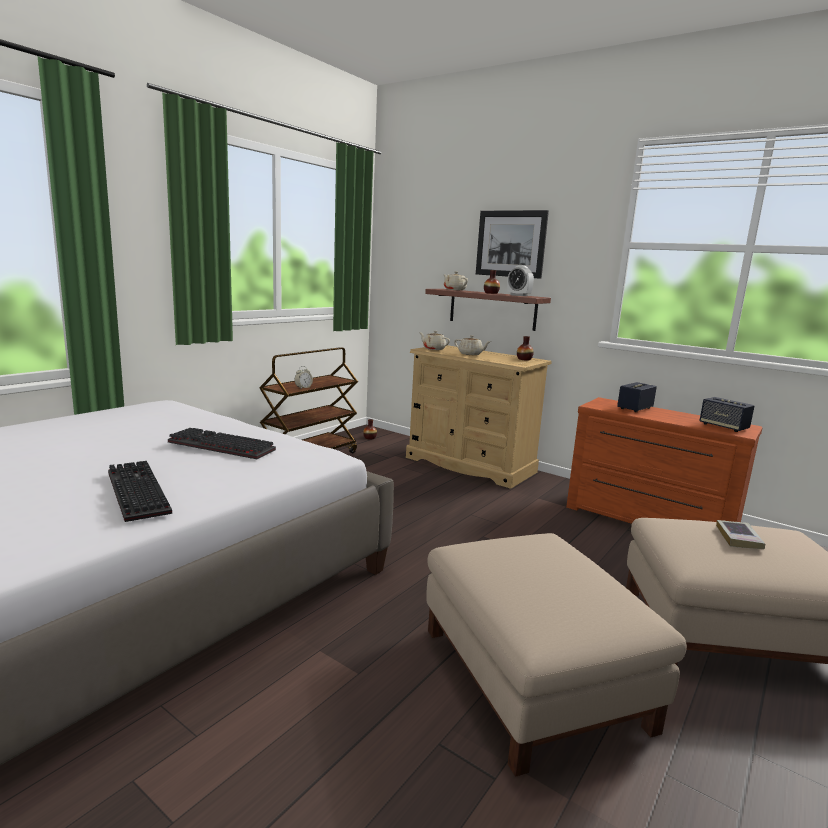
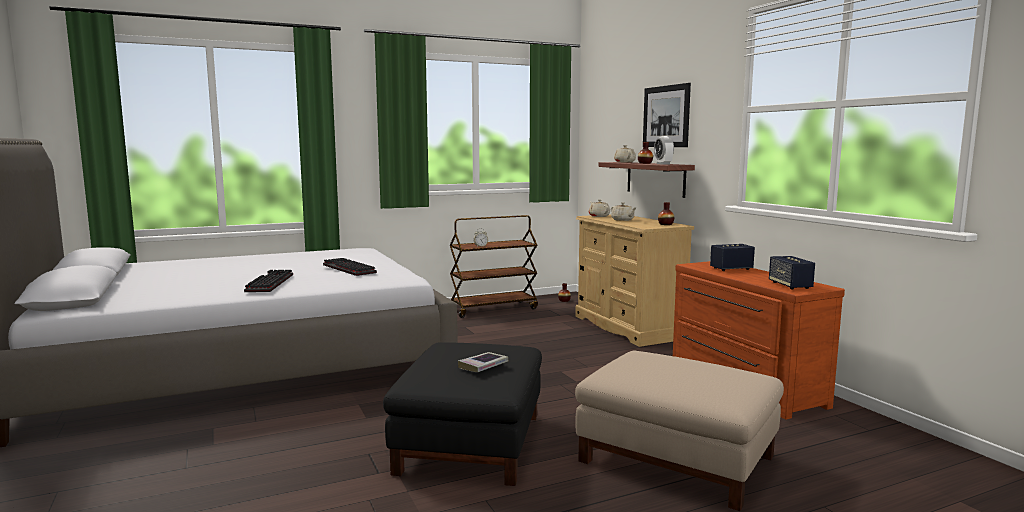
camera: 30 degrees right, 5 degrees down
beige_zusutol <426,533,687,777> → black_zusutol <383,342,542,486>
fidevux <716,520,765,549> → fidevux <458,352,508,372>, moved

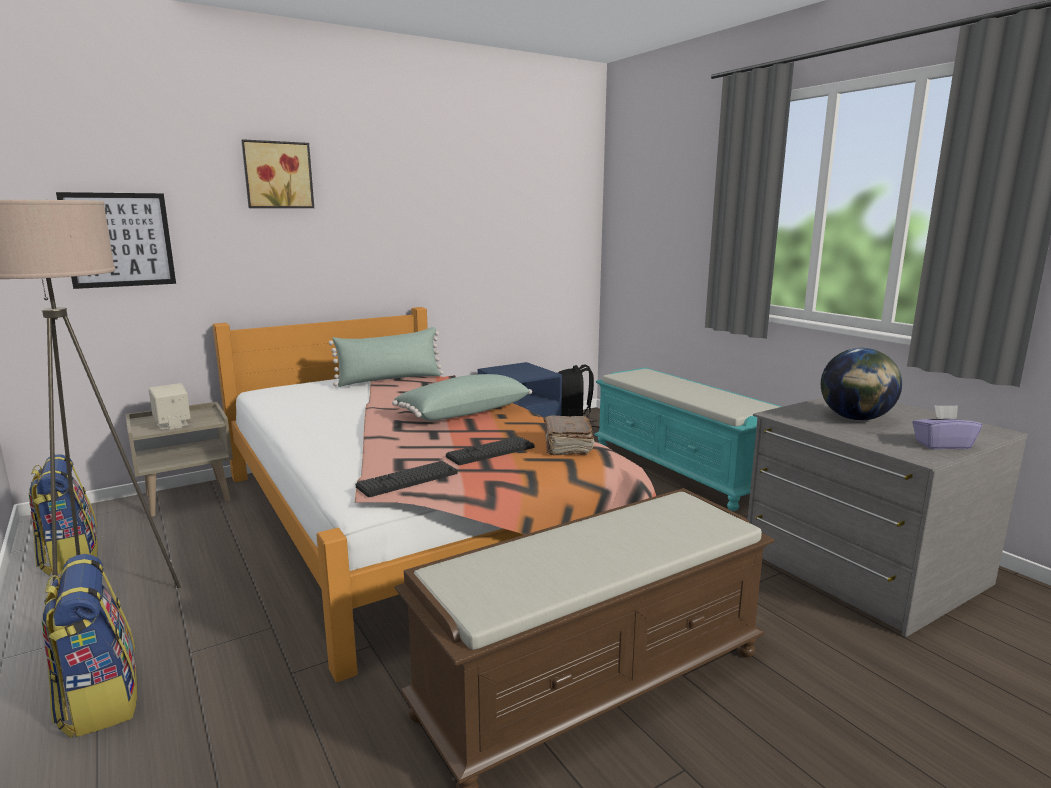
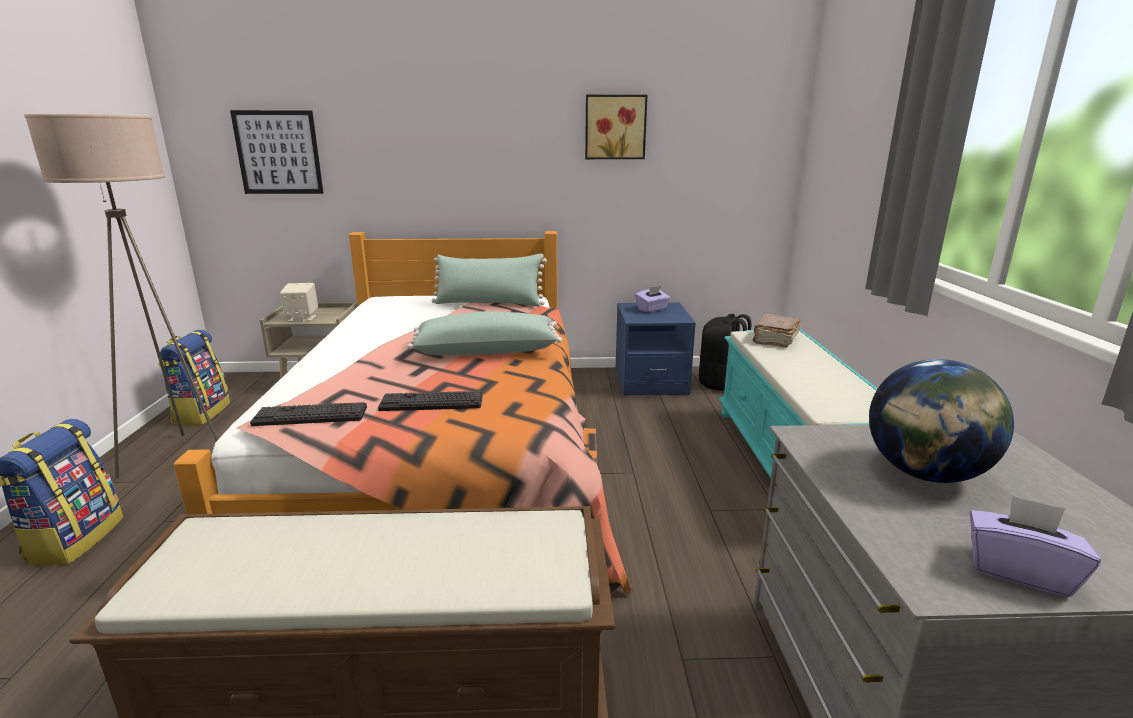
camera: 30 degrees right, 5 degrees up
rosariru <241,139,314,208> → rosariru <585,95,647,159>, moved
brown_fidevux <544,415,595,455> → brown_fidevux <752,314,801,348>, moved
- → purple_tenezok <635,286,670,313>

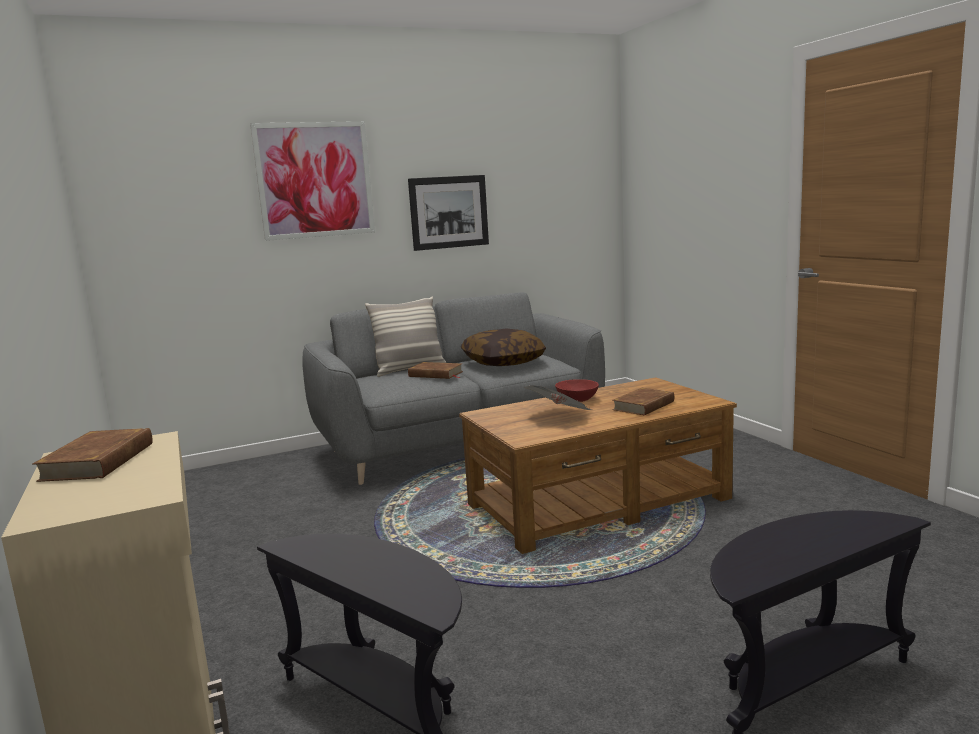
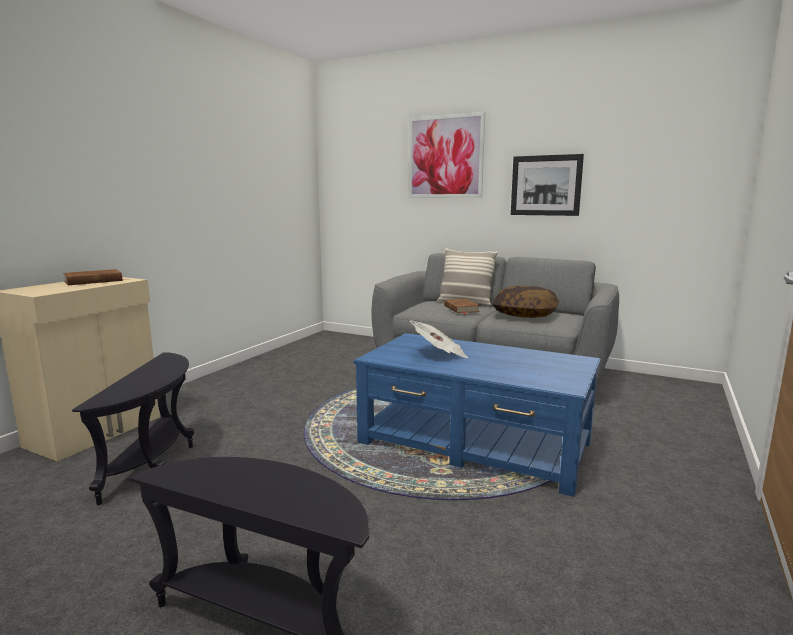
camera: 50 degrees right, 0 degrees up
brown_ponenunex <459,377,737,554> → blue_ponenunex <354,333,601,497>
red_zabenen <555,379,599,402> → -
brown_fidevux <612,388,674,415> → -

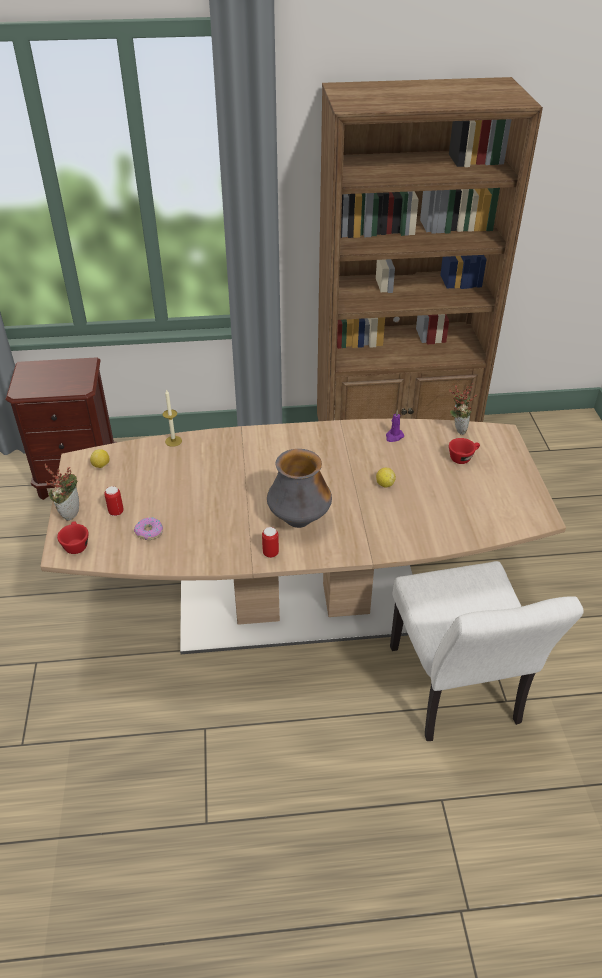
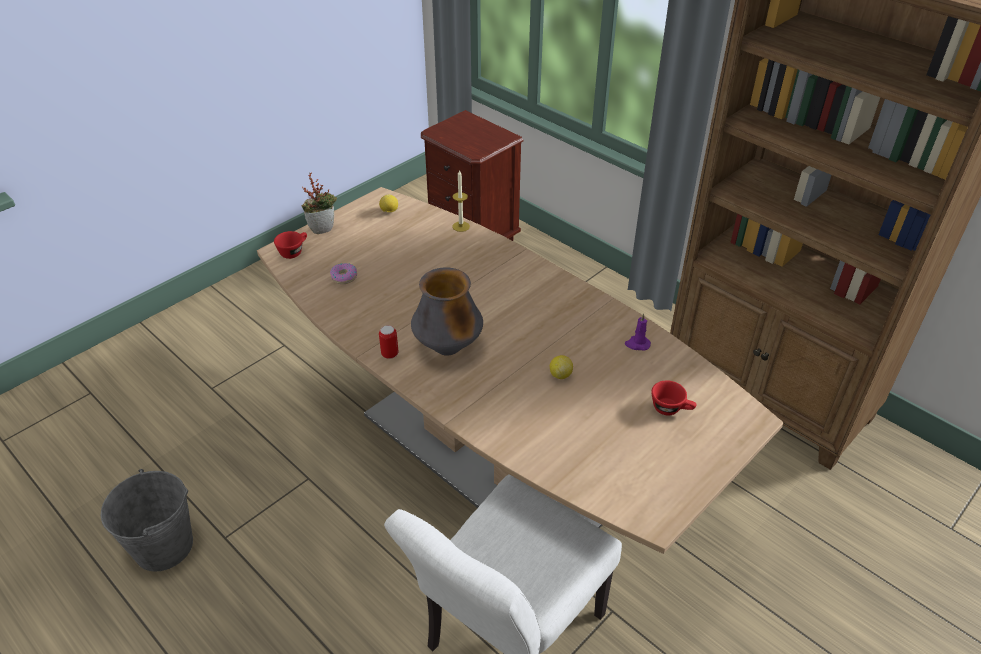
camera: 50 degrees right, 0 degrees up
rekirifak <104,486,124,516> → -
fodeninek <449,383,477,435> → -
- → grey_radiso <101,469,193,572>

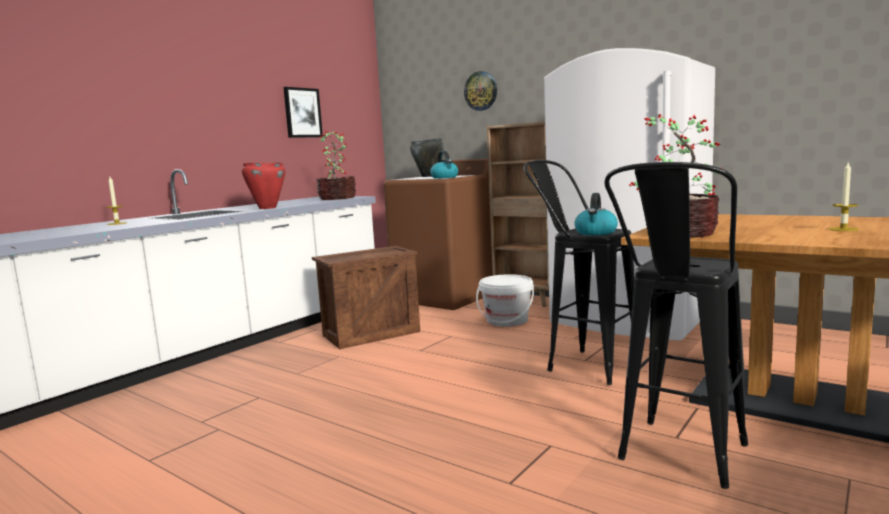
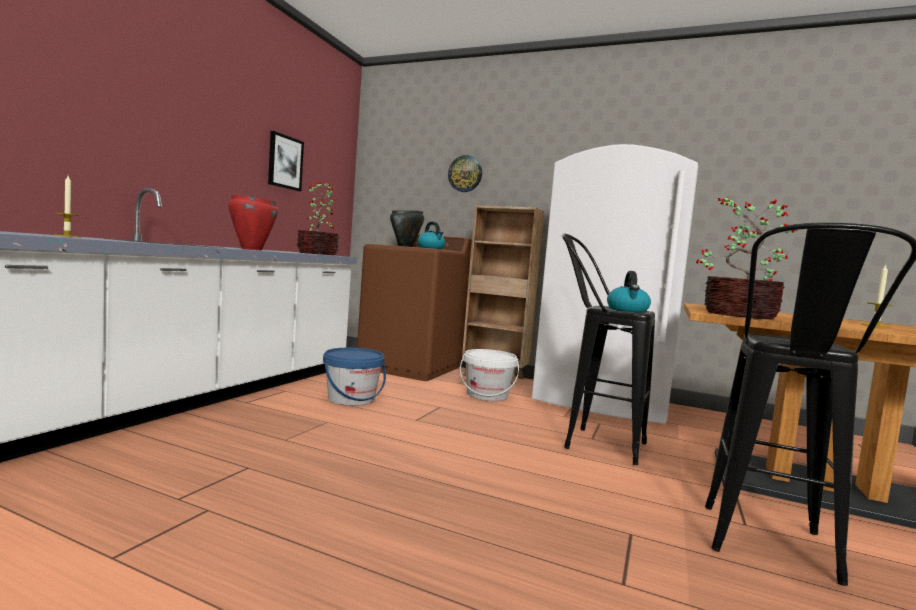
camera: 15 degrees left, 5 degrees down
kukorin <312,246,420,349> → blue_radiso <323,348,386,406>

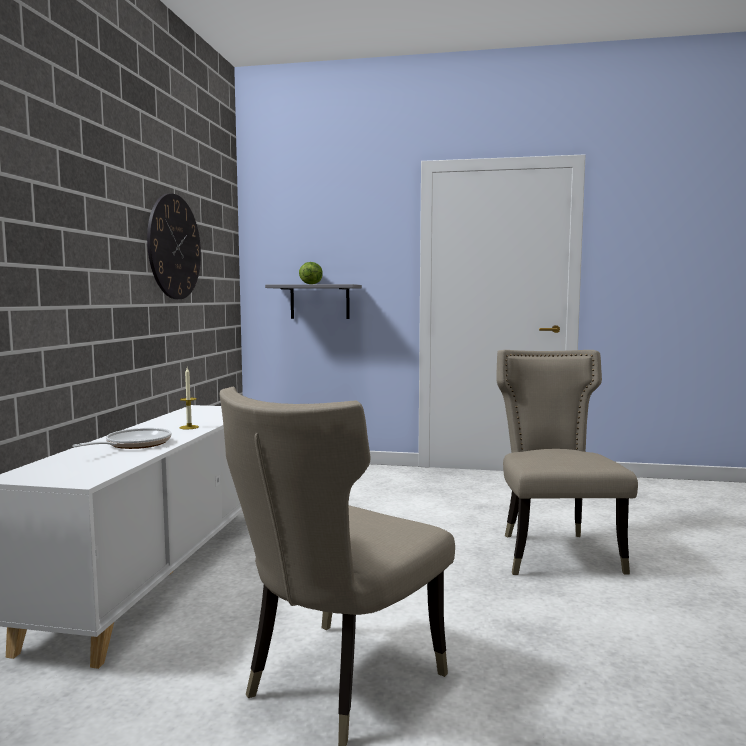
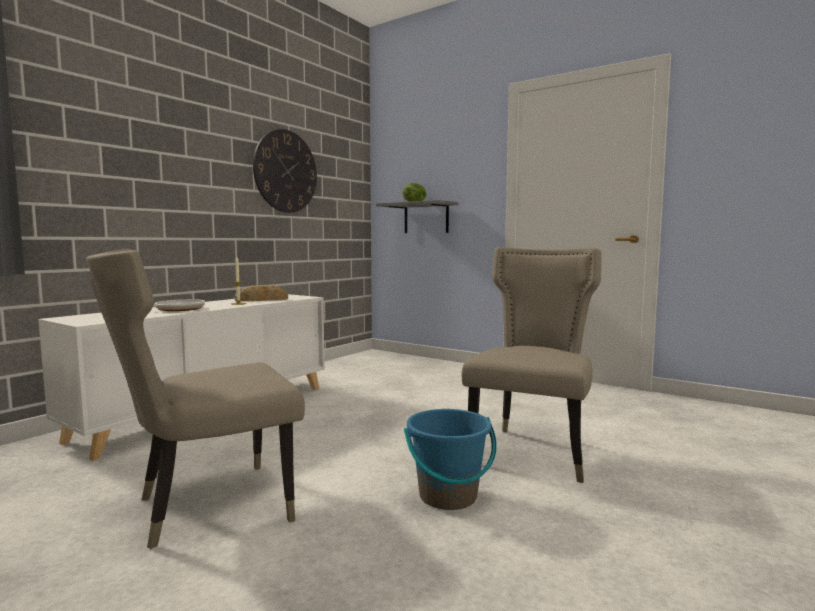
camera: 25 degrees right, 0 degrees up
- → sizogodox <235,285,288,301>
- → blue_radiso <404,409,497,510>

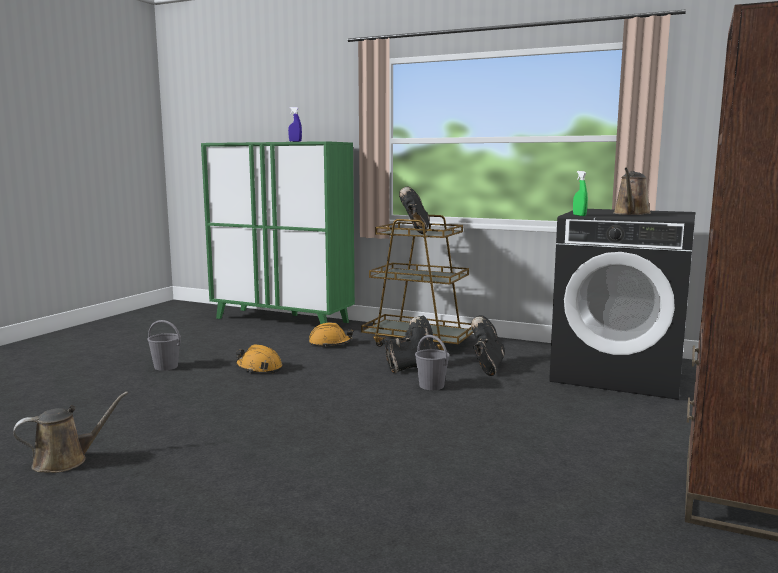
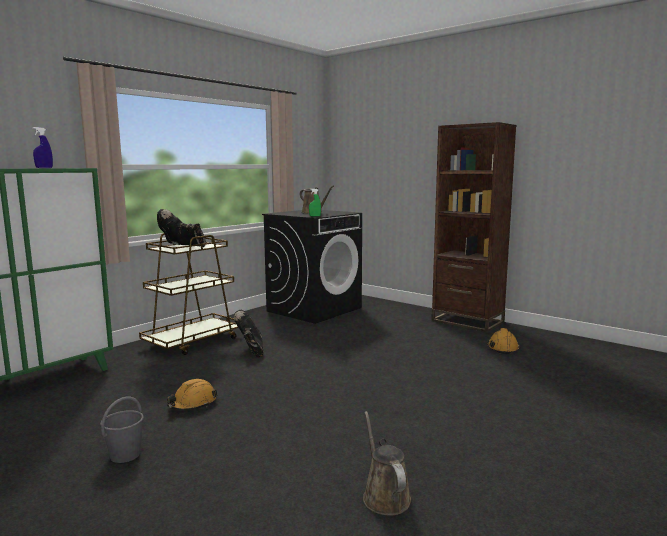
camera: 75 degrees left, 0 degrees up
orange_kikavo <309,323,353,347> → orange_kikavo <487,328,520,354>, moved
grey_radiso <415,335,449,390> → -
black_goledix <471,315,505,376> → -

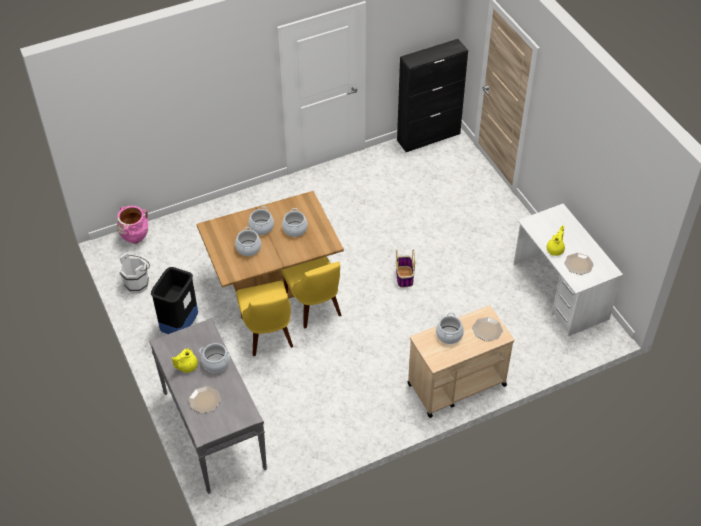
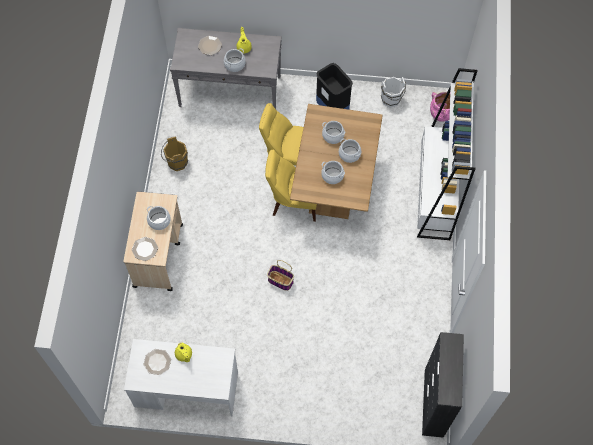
camera: 120 degrees right, 15 degrees up
- → brown_radiso <161,136,188,171>
- → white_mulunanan <417,68,477,240>

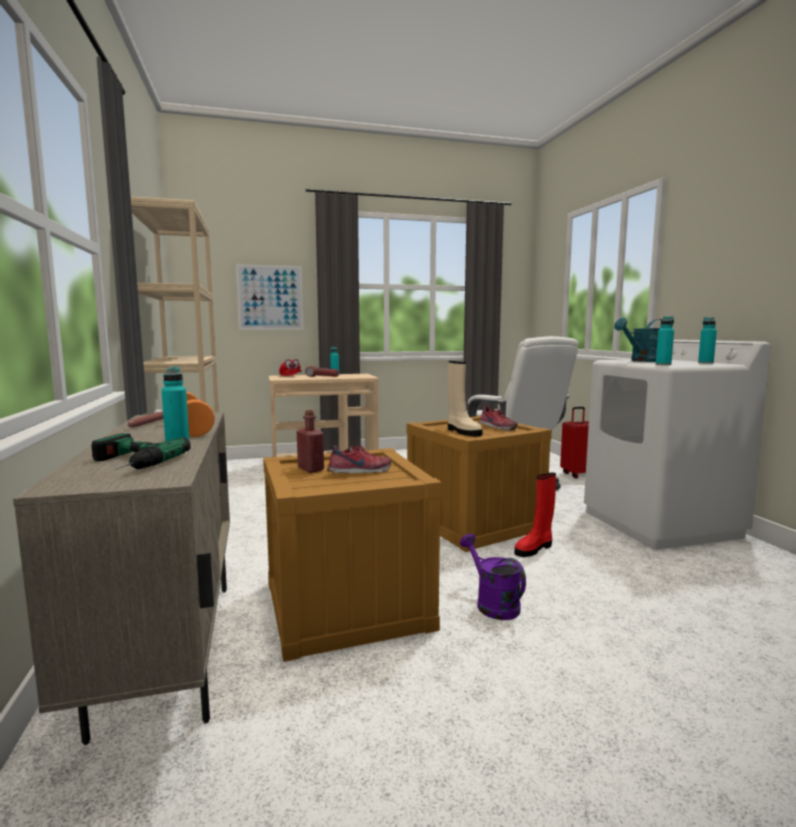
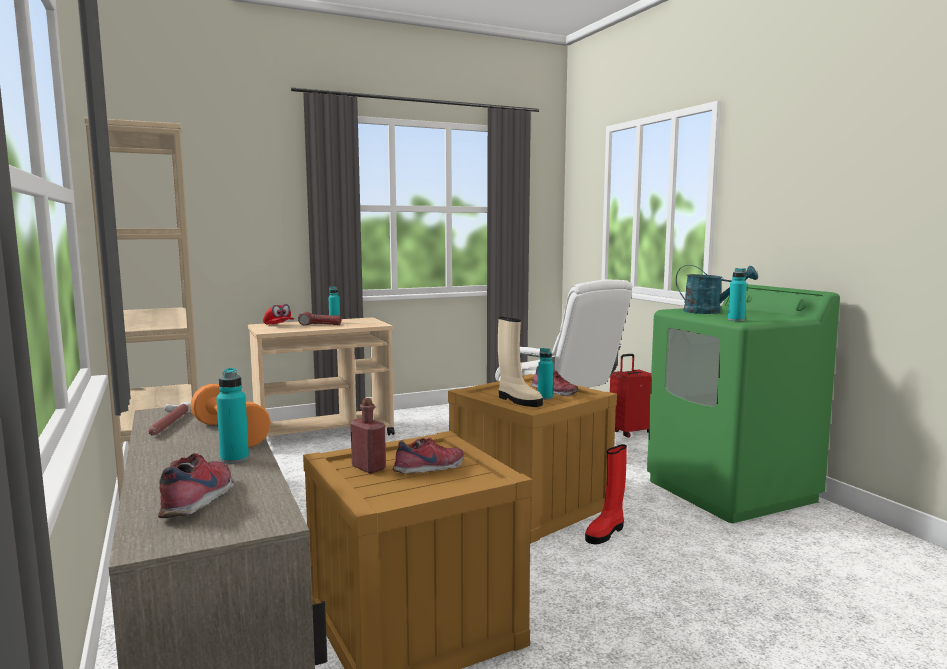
camera: 10 degrees left, 0 degrees up
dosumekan <91,433,191,470> → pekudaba <158,453,234,518>
rosariru <236,264,303,330> → -
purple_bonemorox <460,534,526,620> → -
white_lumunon <584,340,771,550> → green_lumunon <647,284,840,523>
turquoise_bonemorox <614,318,663,362> → turquoise_bonemorox <676,265,758,314>, 120 degrees counterclockwise
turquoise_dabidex <698,317,717,364> → turquoise_dabidex <538,348,554,400>, moved

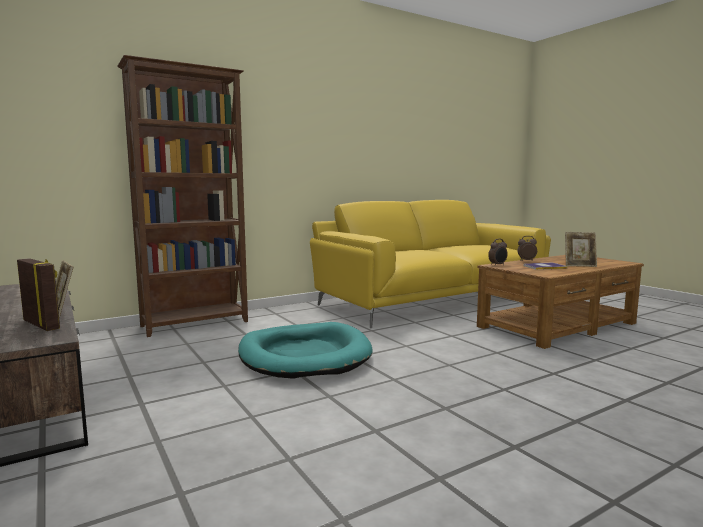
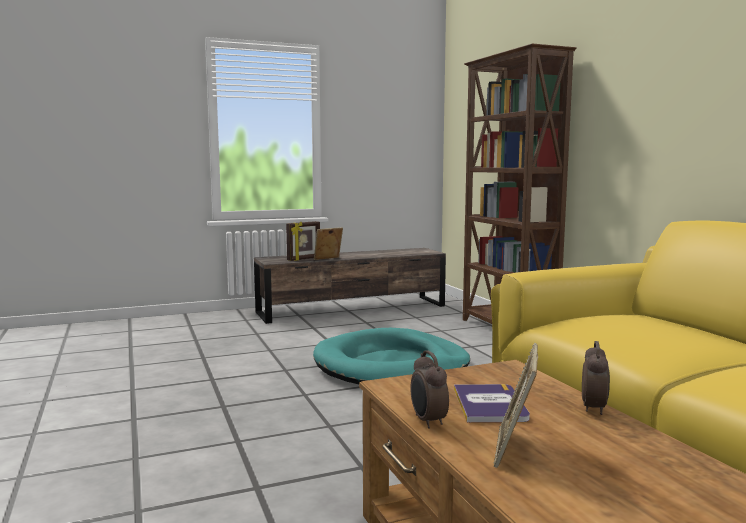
camera: 100 degrees right, 0 degrees up
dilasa <488,239,508,266> → dilasa <410,350,449,429>, moved

